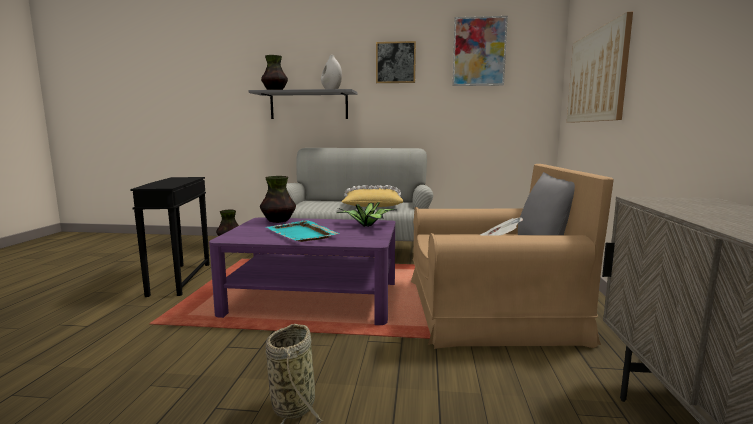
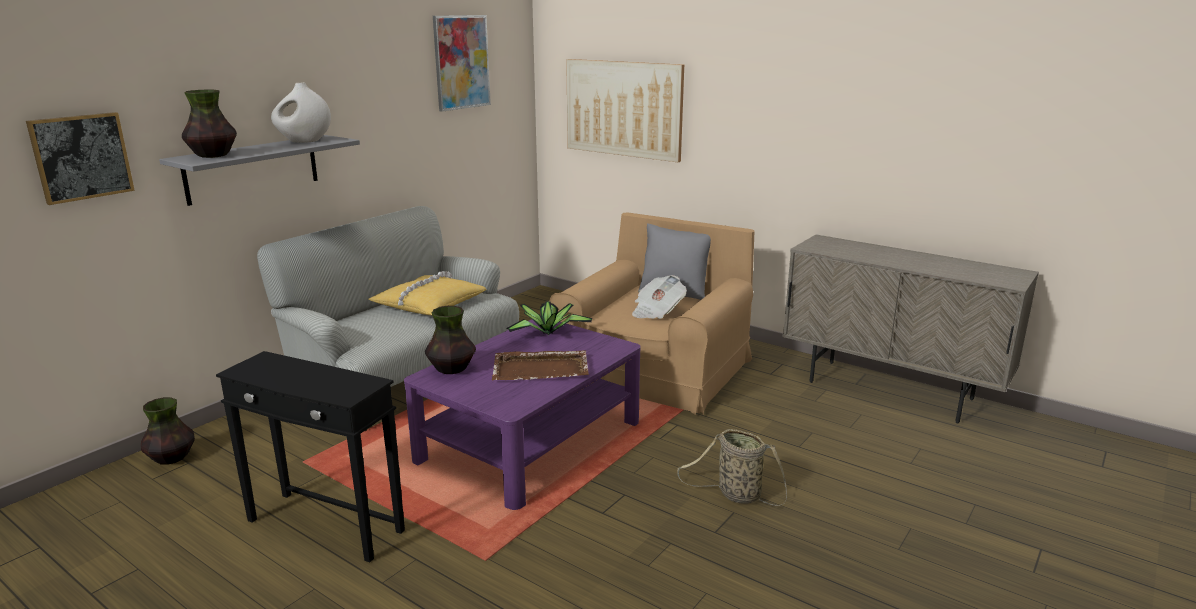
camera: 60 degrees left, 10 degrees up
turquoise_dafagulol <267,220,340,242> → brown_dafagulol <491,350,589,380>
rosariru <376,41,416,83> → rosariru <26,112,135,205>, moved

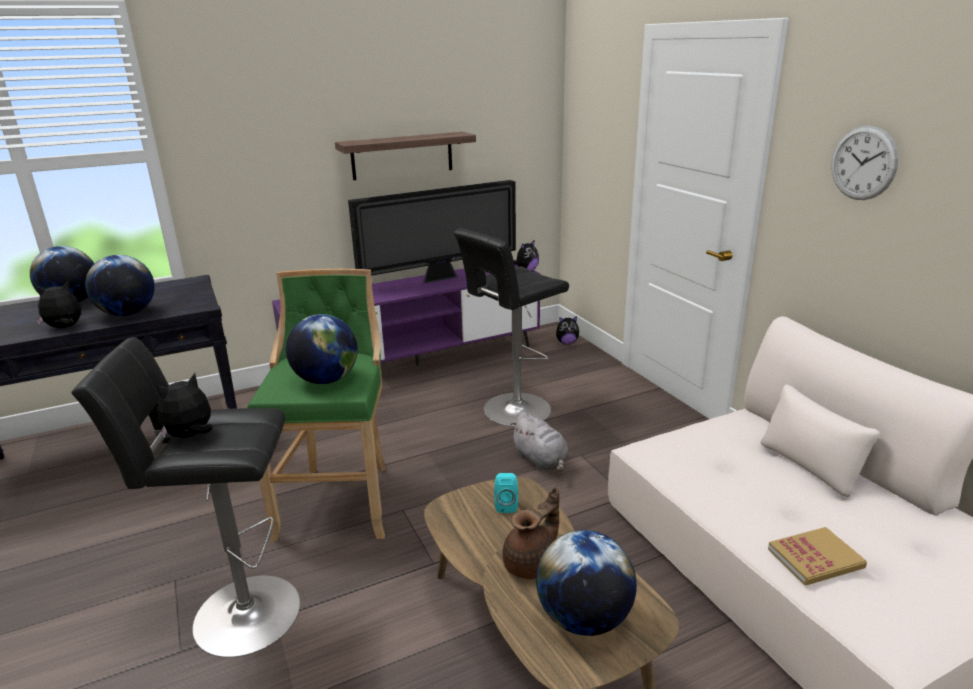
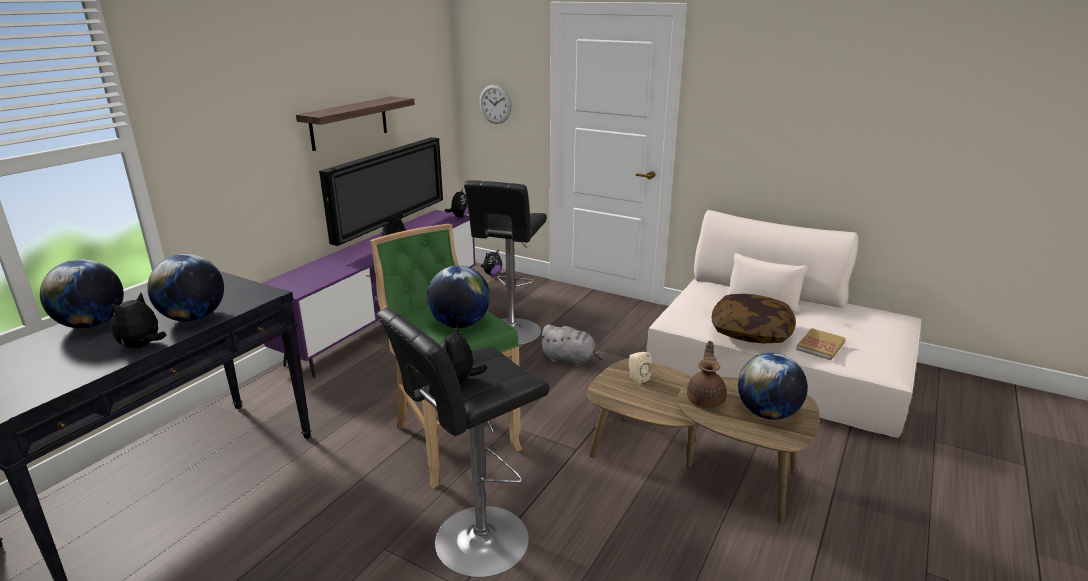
camera: 35 degrees left, 0 degrees up
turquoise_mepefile <494,473,518,513> → beige_mepefile <629,352,652,384>
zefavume <831,126,899,200> → zefavume <479,85,512,124>, moved
- → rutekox <712,294,796,343>

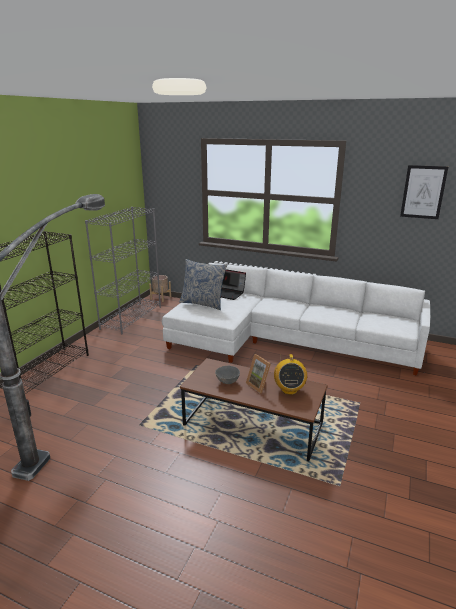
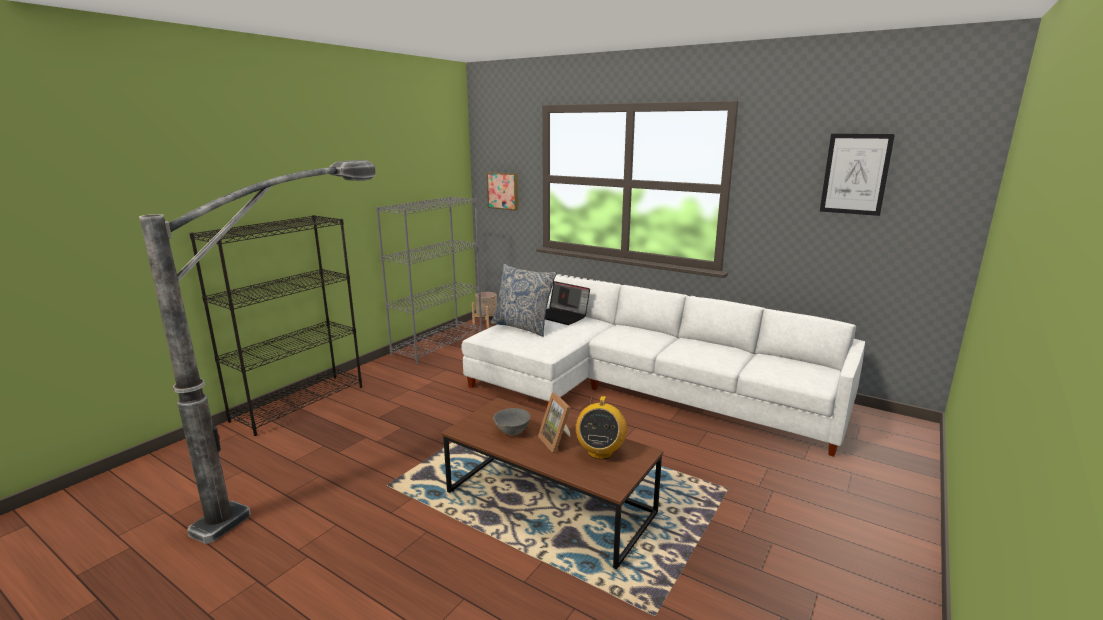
camera: 10 degrees right, 5 degrees down
- → rosariru <487,172,518,211>

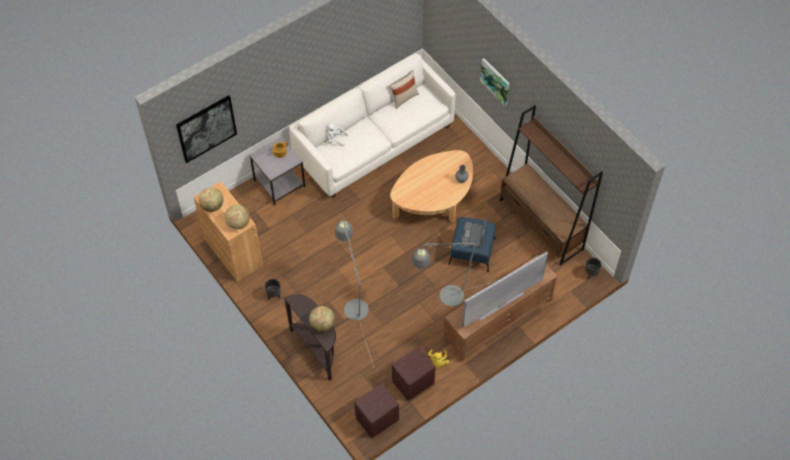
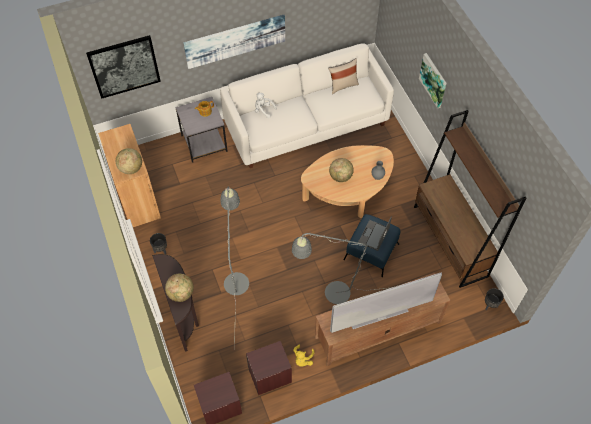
camera: 15 degrees right, 0 degrees up
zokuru <199,187,223,212> → zokuru <329,158,354,182>, moved
- → rosariru <183,15,285,69>

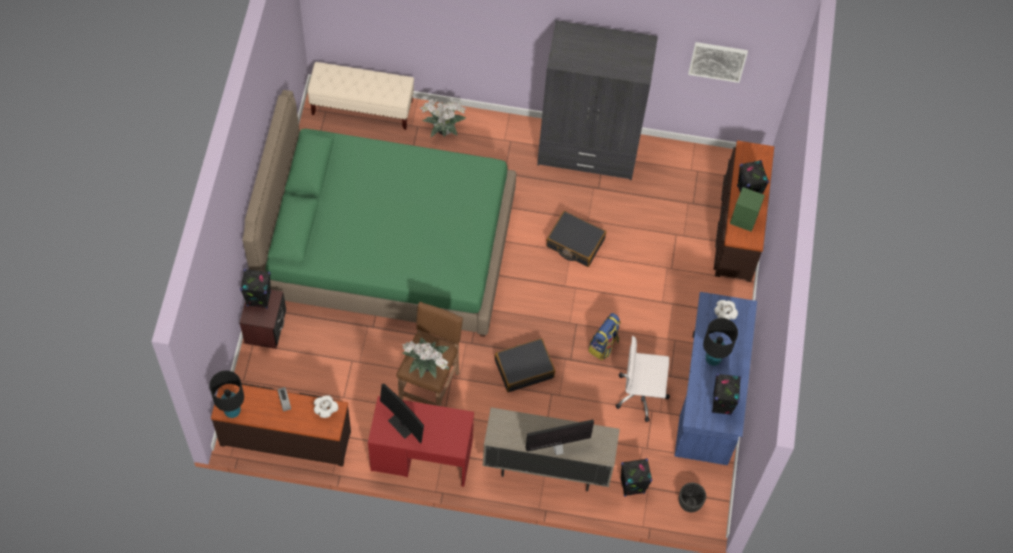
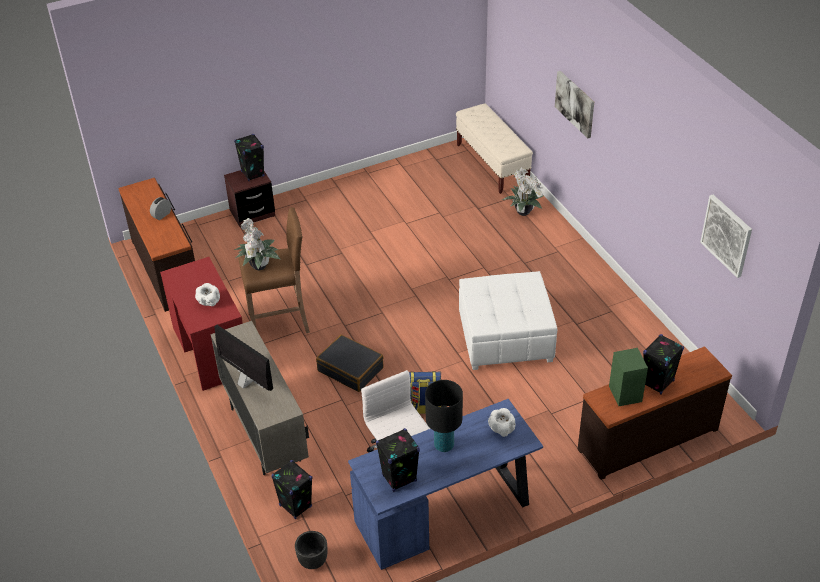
camera: 60 degrees right, 20 degrees down
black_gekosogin <209,370,244,418> → -
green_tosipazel <243,90,516,337> → -
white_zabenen <314,395,338,418> → white_zabenen <195,283,220,306>, moved
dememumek <380,384,424,444> → -
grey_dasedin <537,20,658,180> → -
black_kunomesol <546,211,606,267> → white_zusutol <459,271,557,370>
- → rosariru <555,71,594,138>

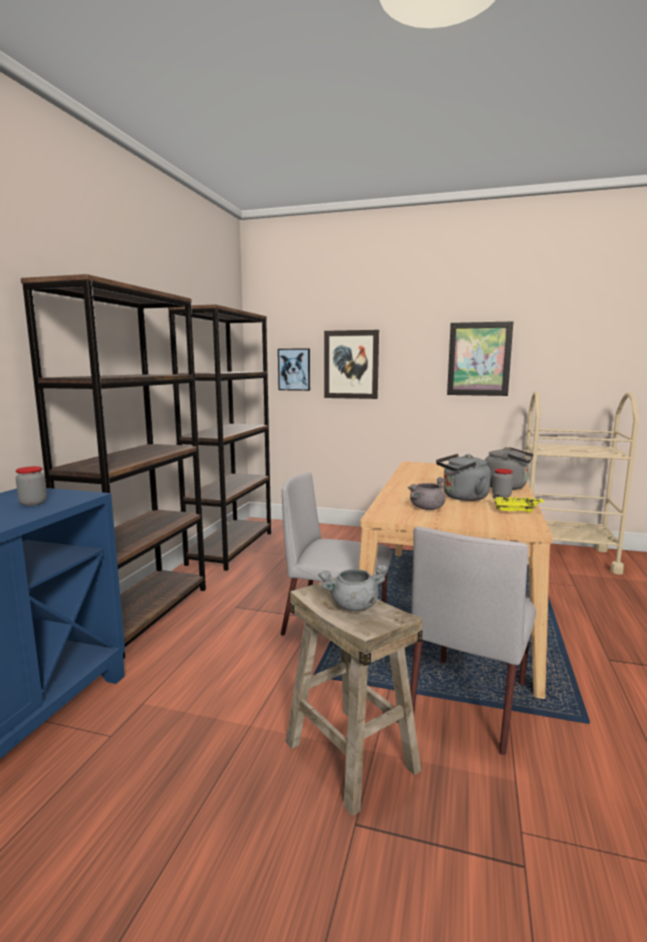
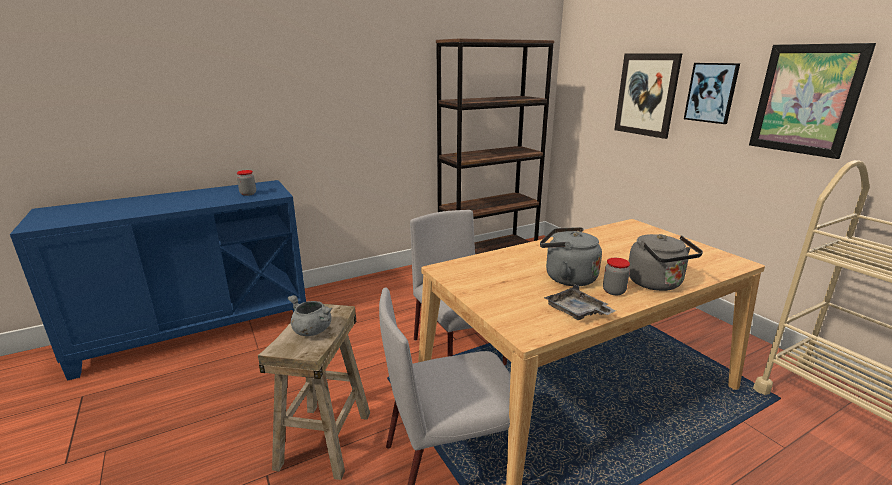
camera: 45 degrees right, 10 degrees up
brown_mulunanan <21,274,206,659> → -
rosariru <278,348,310,391> → rosariru <684,63,740,124>, moved
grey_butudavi <408,477,445,510> → -
yellow_dafagulol <493,493,544,513> → grey_dafagulol <544,284,616,320>

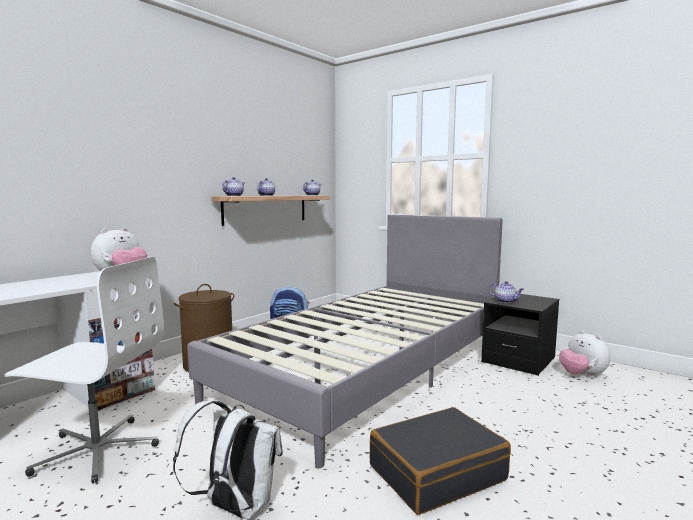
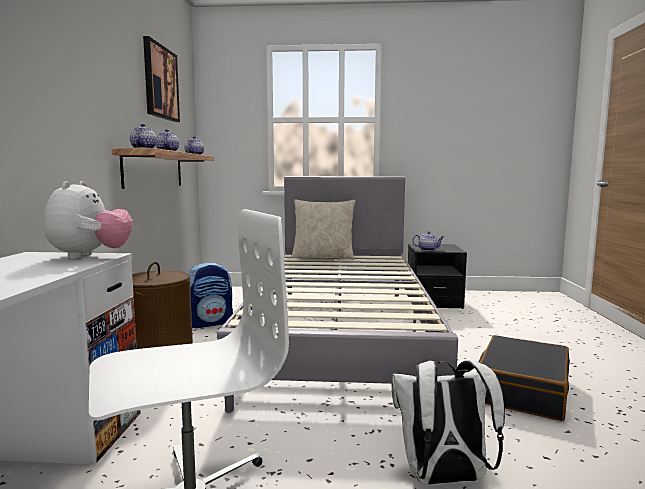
camera: 35 degrees left, 0 degrees up
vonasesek <559,330,611,378> → -
- → rosariru <143,36,180,122>
- → beige_rutekox <291,199,355,260>

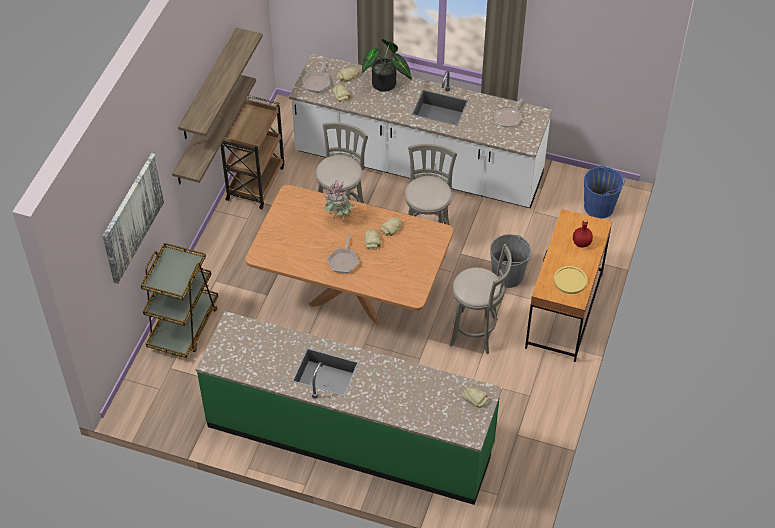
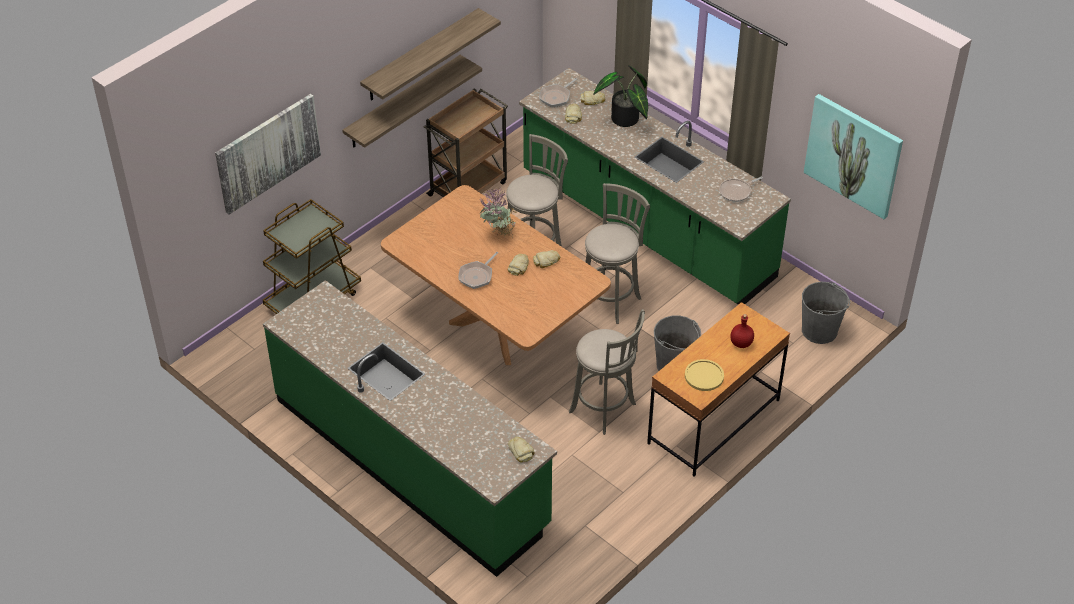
camera: 25 degrees right, 5 degrees down
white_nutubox <289,54,552,208> → green_nutubox <519,68,791,305>
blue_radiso <584,166,625,219> → grey_radiso <802,282,850,344>
- → rosariru <804,94,903,219>

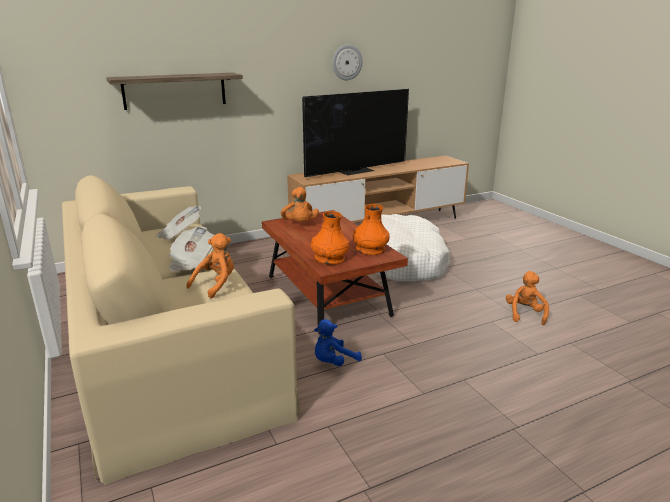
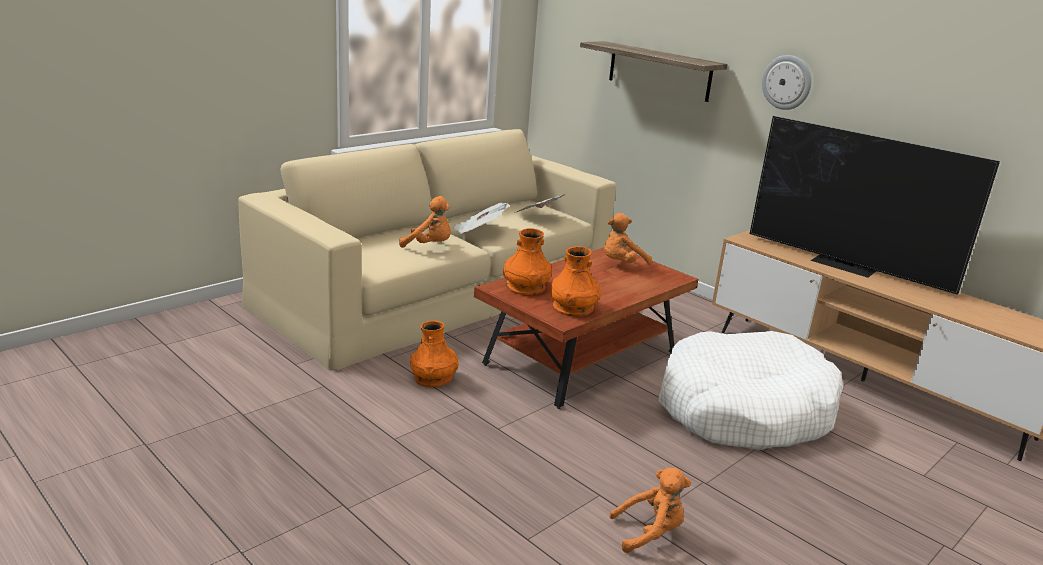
camera: 70 degrees right, 0 degrees up
blue_vonasesek <314,319,362,366> → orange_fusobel <410,321,458,387>
zefavume <332,44,363,80> → zefavume <762,55,811,110>, moved

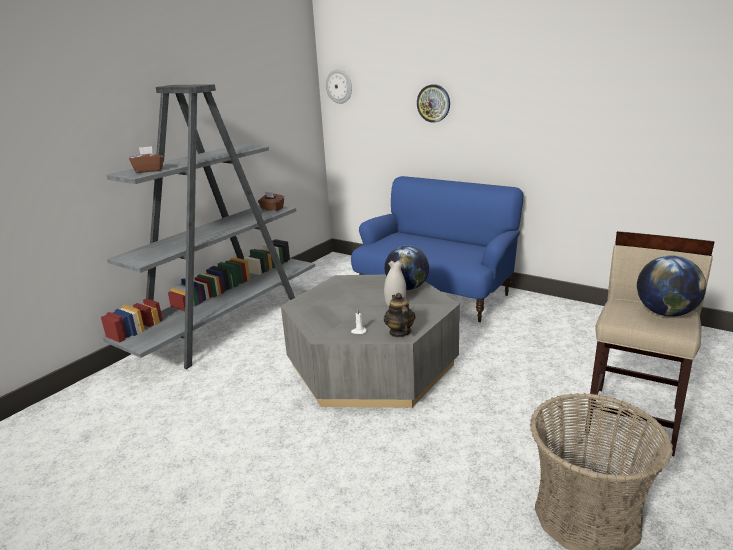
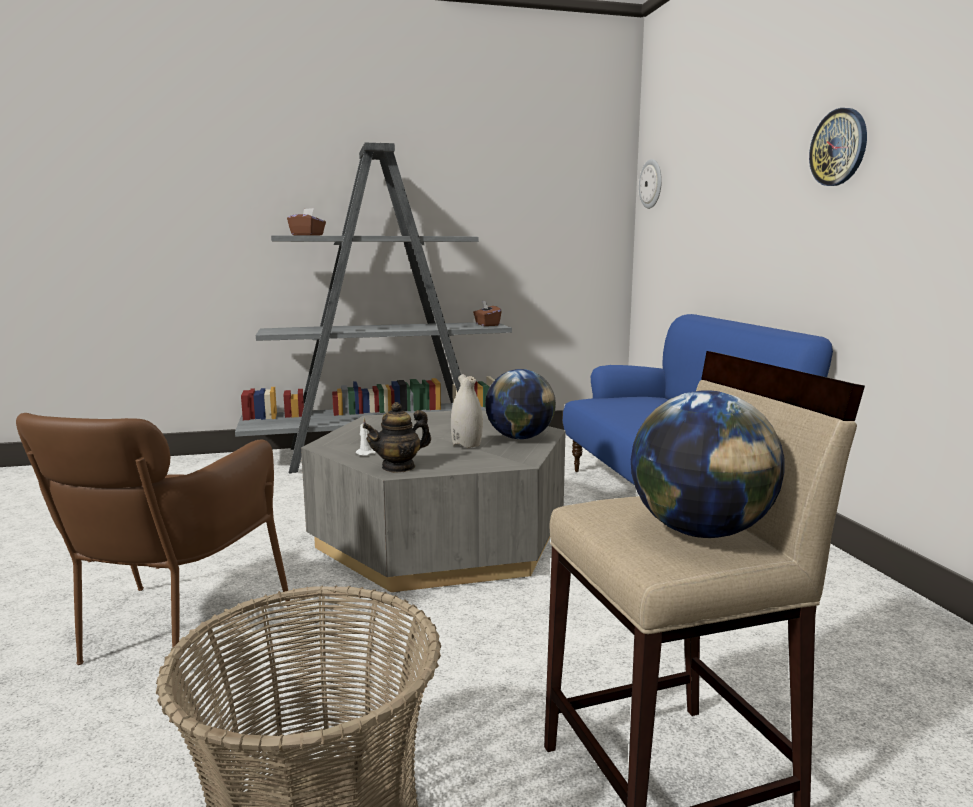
camera: 40 degrees right, 10 degrees down
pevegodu <384,293,415,337> → pevegodu <363,402,431,473>, 150 degrees counterclockwise
zefavume <417,84,450,123> → zefavume <809,108,867,186>, moved
- → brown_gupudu <16,413,290,665>

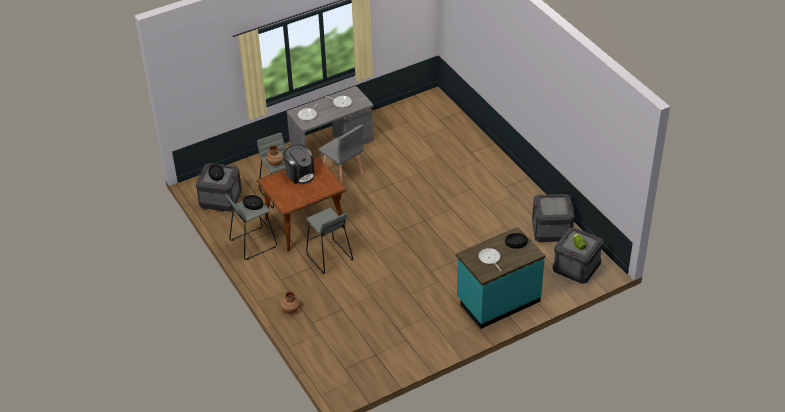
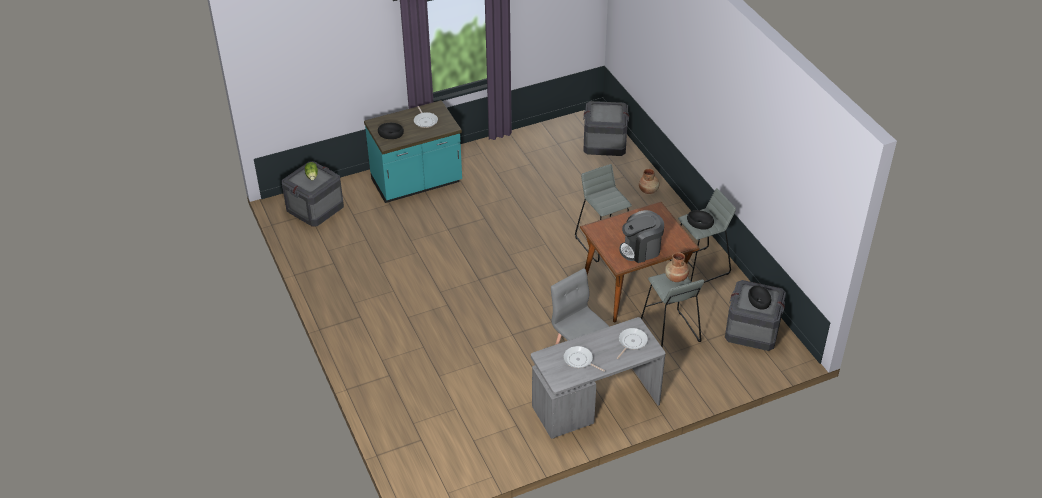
camera: 175 degrees left, 0 degrees up
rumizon <282,144,315,184> → rumizon <619,210,664,263>, 75 degrees counterclockwise
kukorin <532,194,574,242> → kukorin <583,101,629,156>, moved

